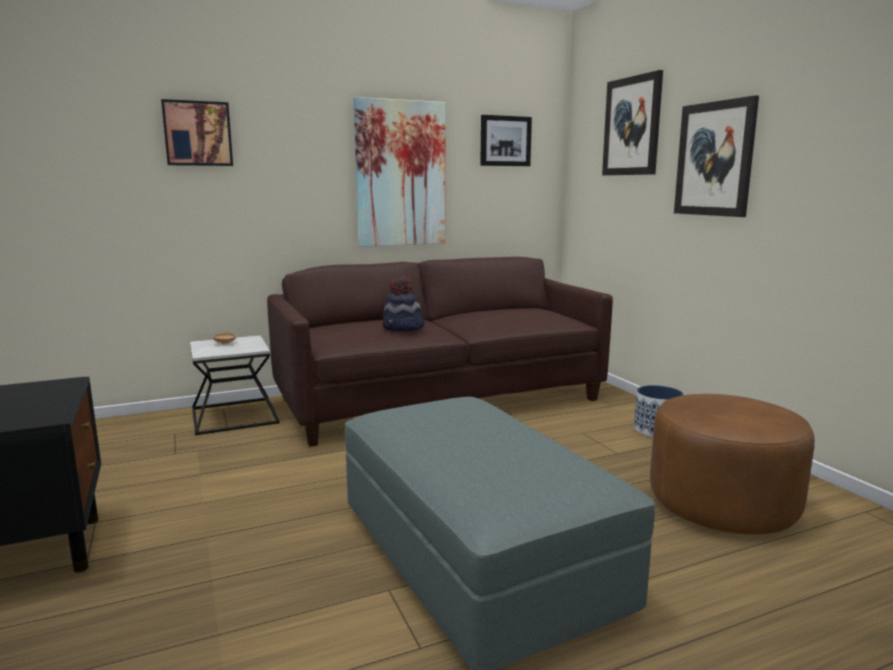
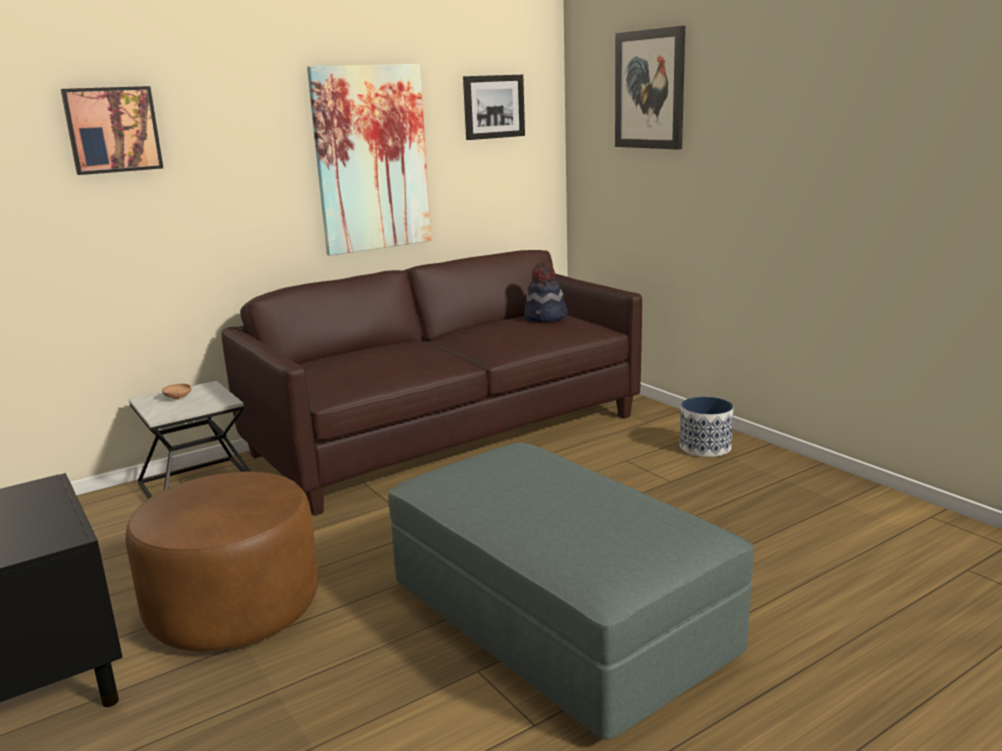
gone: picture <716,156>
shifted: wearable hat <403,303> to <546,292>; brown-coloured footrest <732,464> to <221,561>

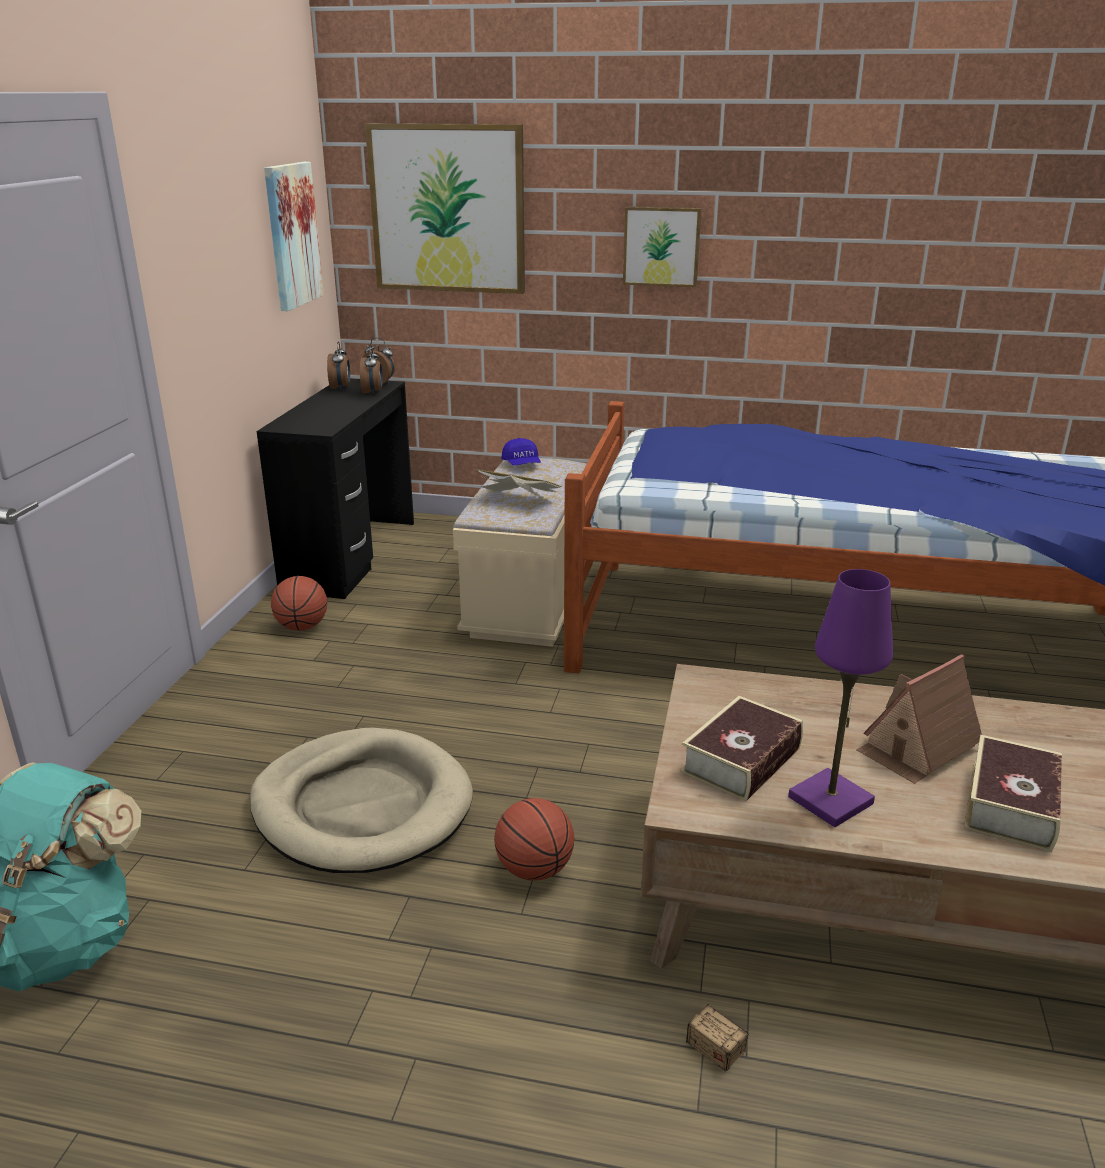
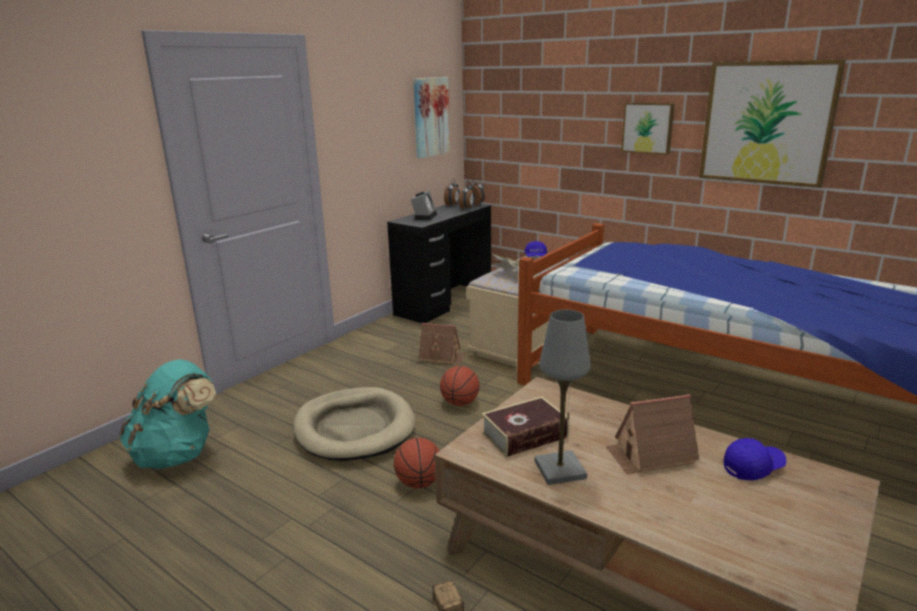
gone: volume <1013,793>
new: table clock <424,205>; model house <442,344>; bluish peaked cap <755,459>
shifted: ball for basketball <299,603> to <460,386>; picture <445,208> to <772,124>
repainted: purple tabletop lamp <840,698> to grey tabletop lamp <563,397>

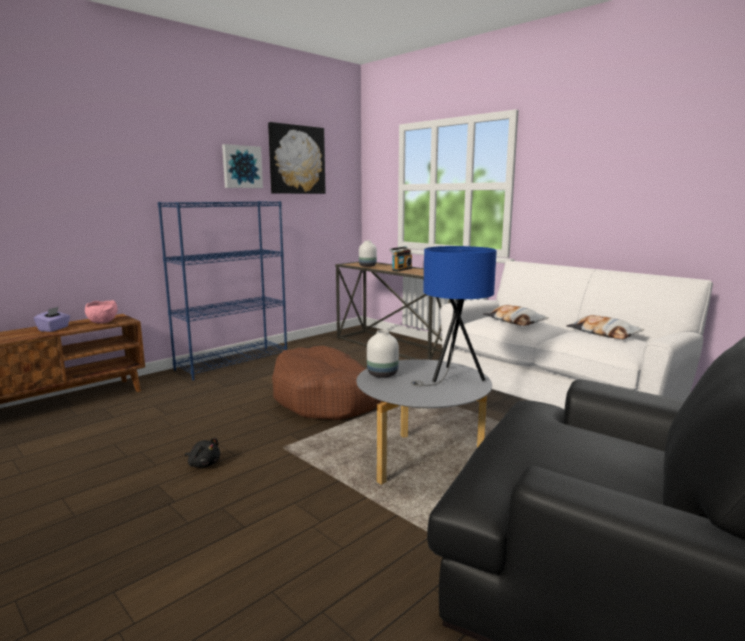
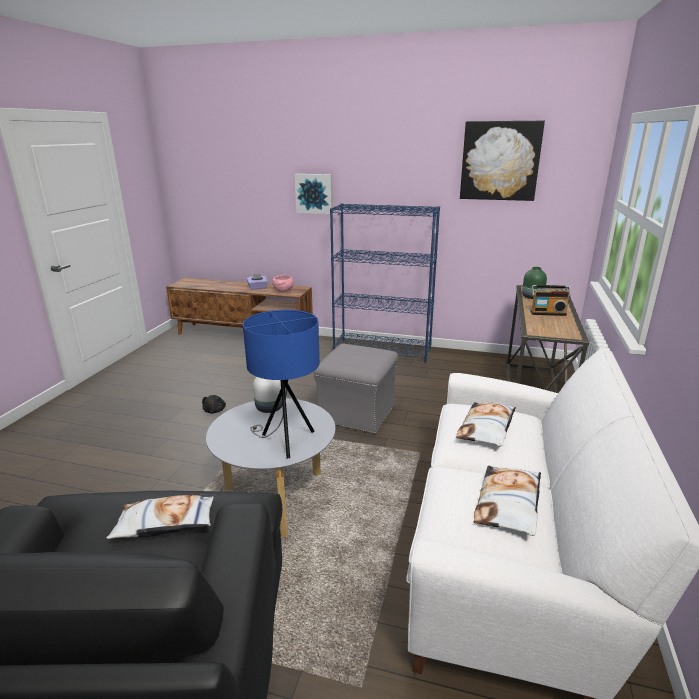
new: cushion <160,516>
shifted: picture <242,166> to <313,194>
swapped: brown-coloured dog bed <327,383> to grey footrest <356,389>
repainted: whitish vase <368,254> to greenish vase <534,283>

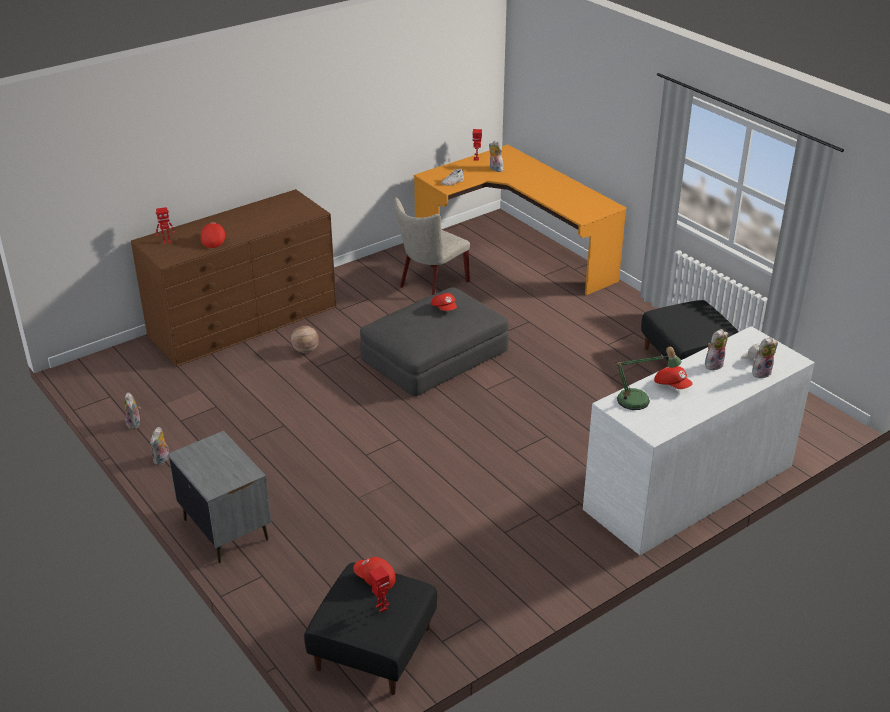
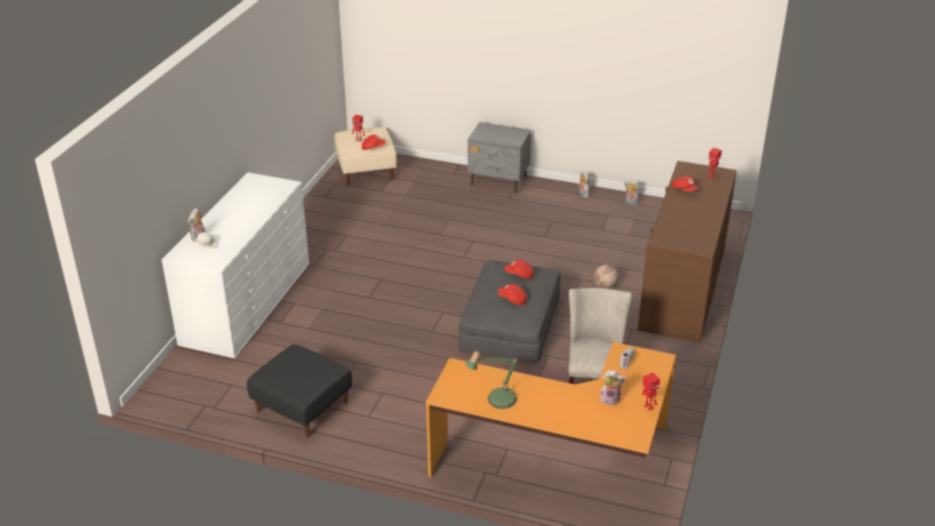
gone: plush toy <716,349>
shifted: tabletop lamp <648,378> to <492,380>; red-coloured peaked cap <673,377> to <519,269>
repainted: black-coloured footrest <370,629> to sand-coloured footrest <365,156>

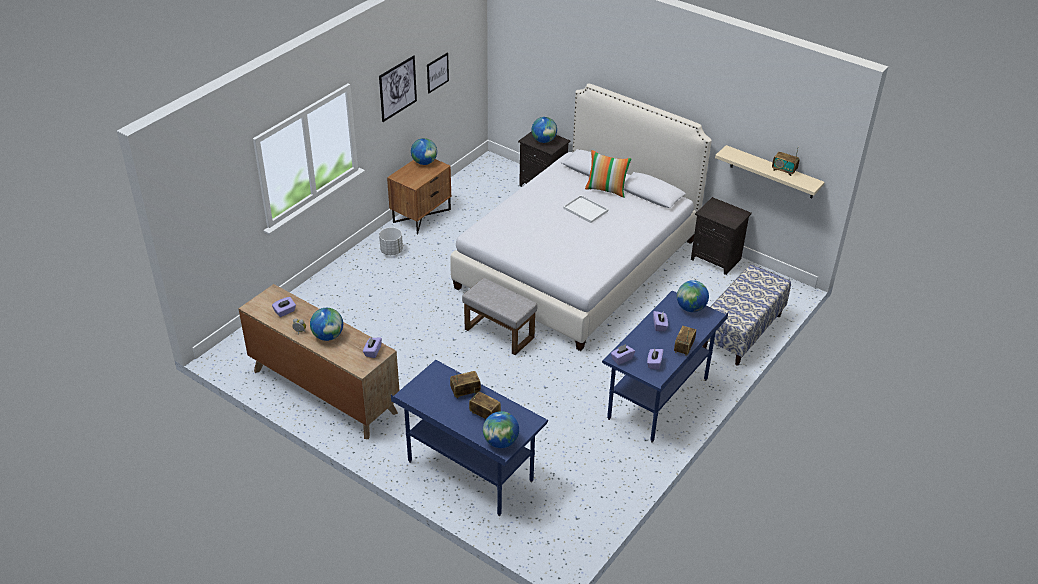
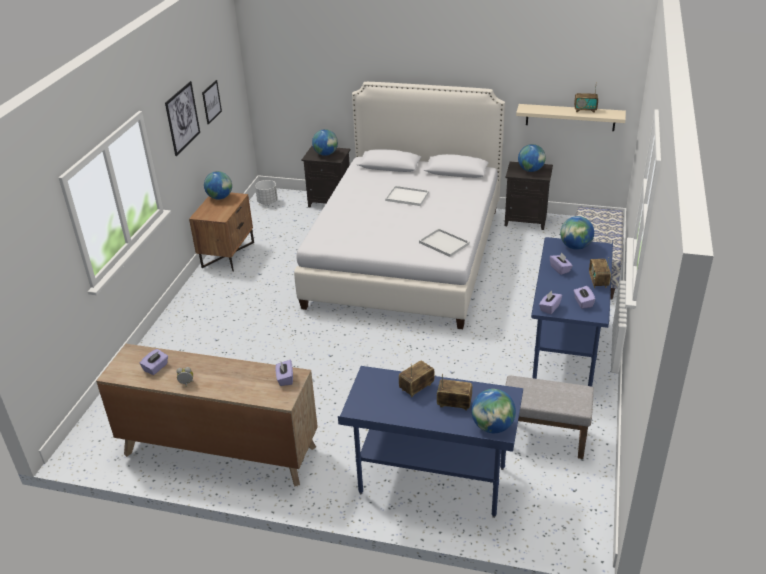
gone: cushion <608,174>
new: whitish serving tray <444,242>
shifted: globe <326,324> to <532,158>; whitish planter <391,241> to <266,192>; grey footrest <499,316> to <549,417>

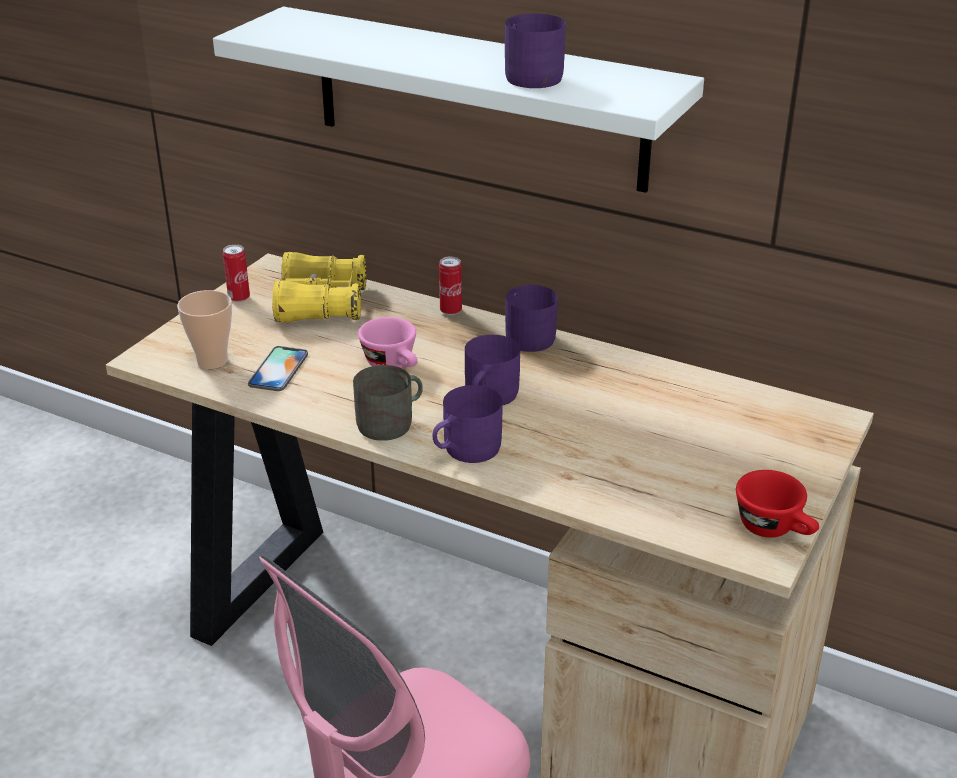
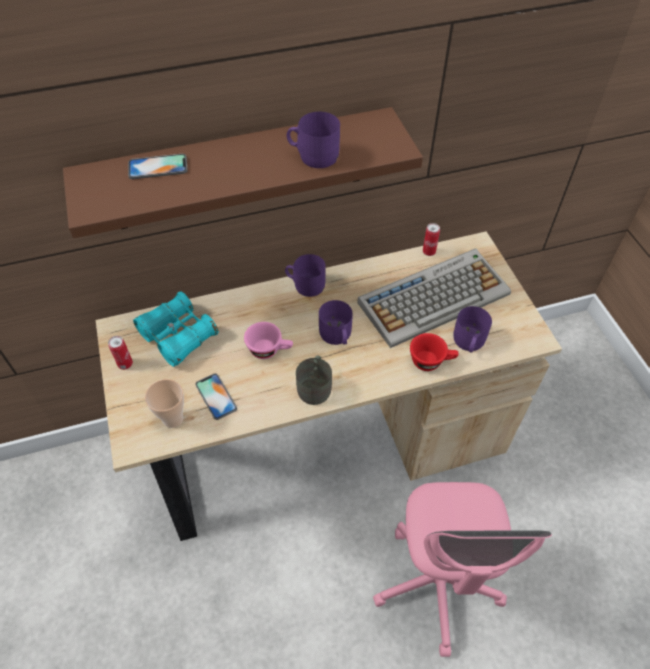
new: telephone <158,166>; keyboard <434,298>
shifted: purple mug <467,424> to <472,329>; sealed can <450,285> to <431,239>; red-coloured cup <777,504> to <434,352>
repainted: whitish bracket shelf <458,99> to brown-coloured bracket shelf <243,172>; yellow binoculars <319,287> to turquoise-coloured binoculars <176,329>

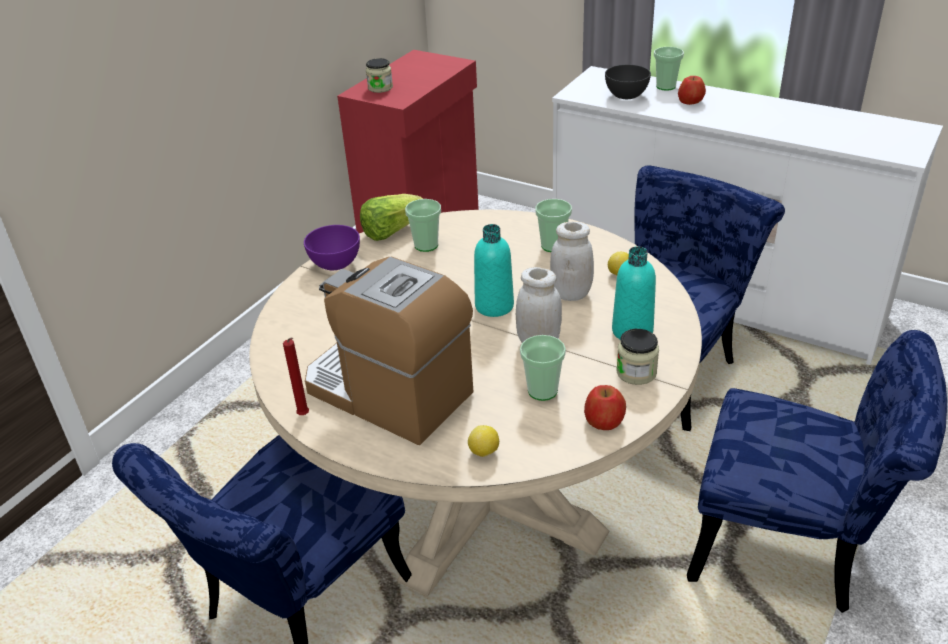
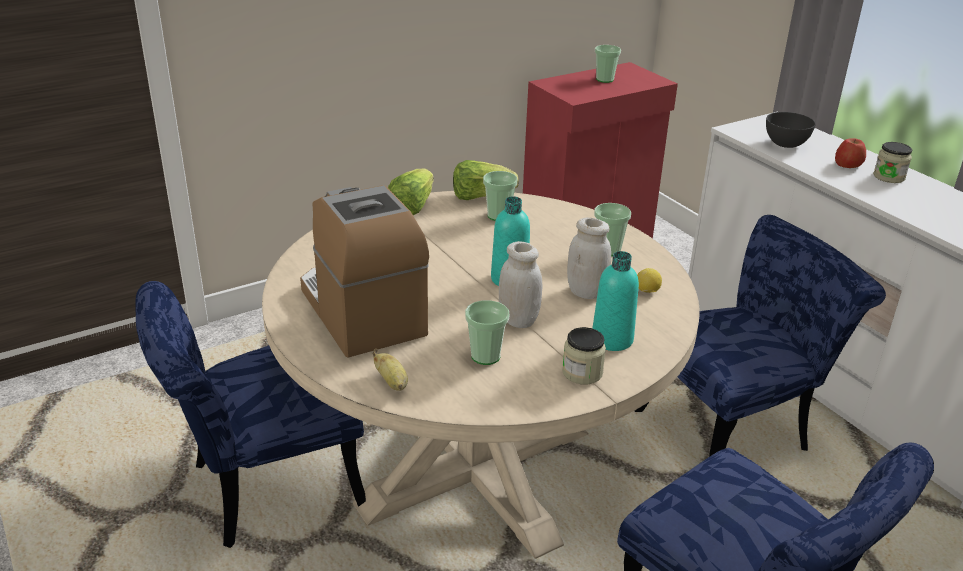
gone: red-coloured candle <296,376>; whole apple <605,407>
shifted: jar <379,75> to <892,162>; cup <669,69> to <608,64>
swapped: purple bowl <332,247> to head of lettuce <411,192>; whole lemon <483,441> to banana fruit <390,370>

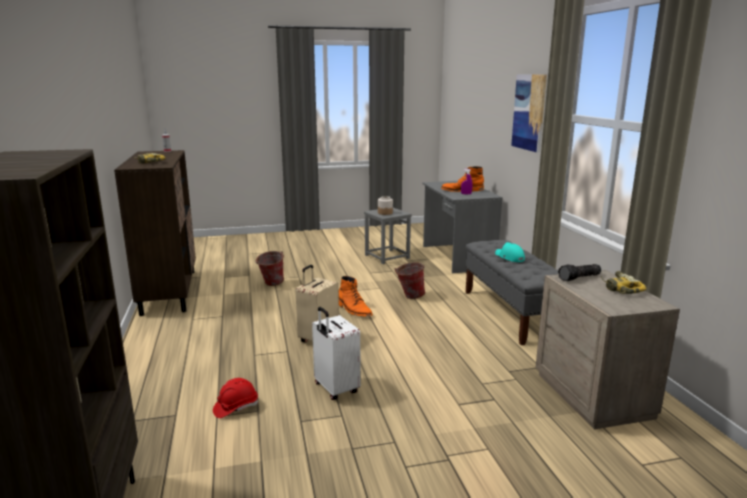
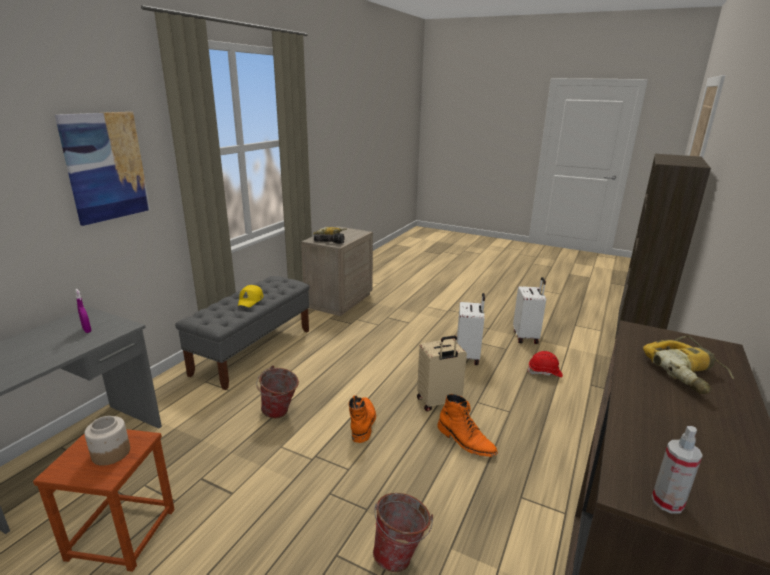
new: whitish piece of luggage <529,310>
shifted: orange-coloured boot <462,179> to <467,425>
repainted: grey sitting stool <388,236> to brown-coloured sitting stool <104,500>; turquoise-coloured peaked cap <510,252> to yellow peaked cap <251,296>

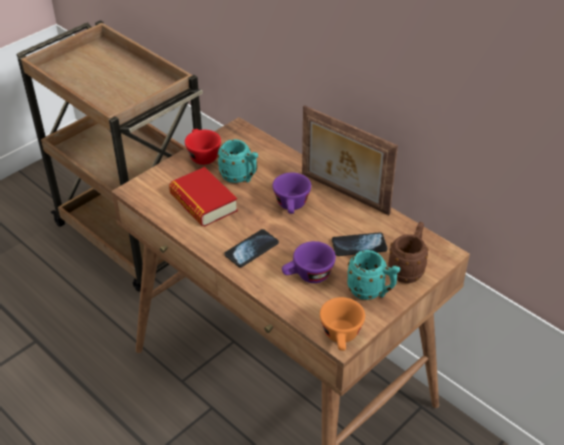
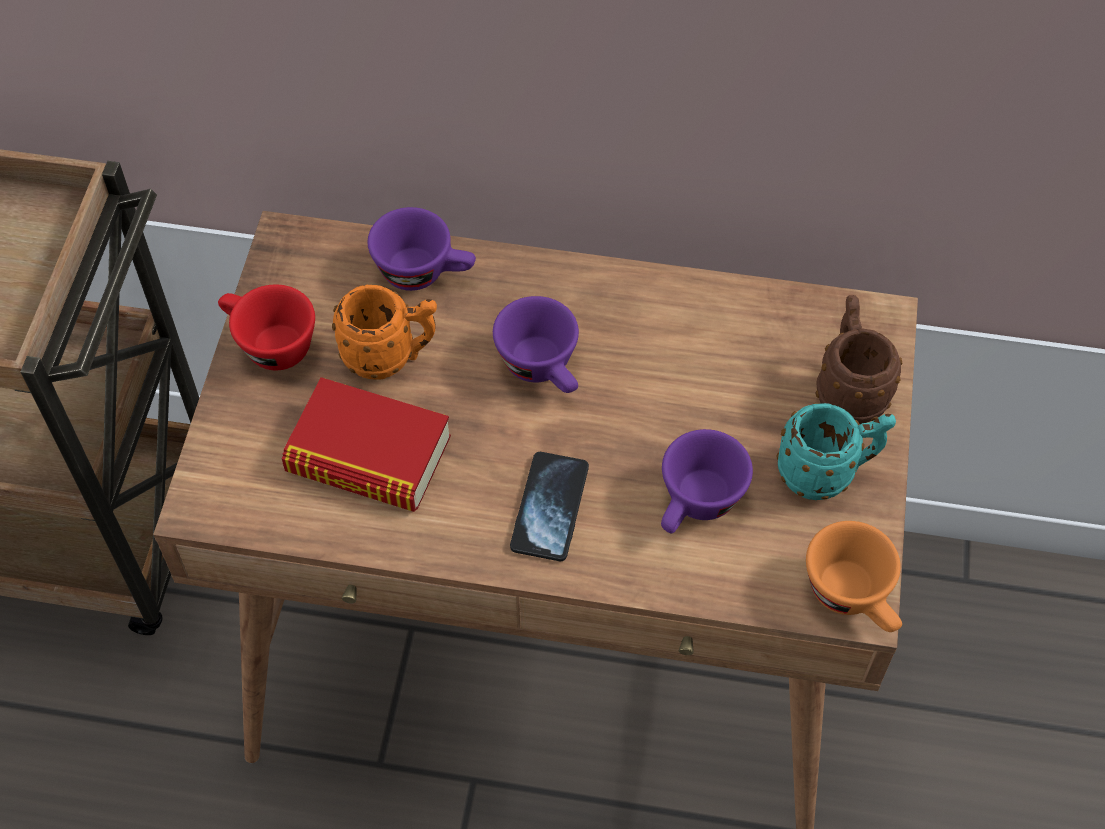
gone: standing frame <350,160>; telephone <360,244>
new: purple cup <422,249>
repainted: turquoise-coloured mug <237,161> to orange-coloured mug <384,332>

